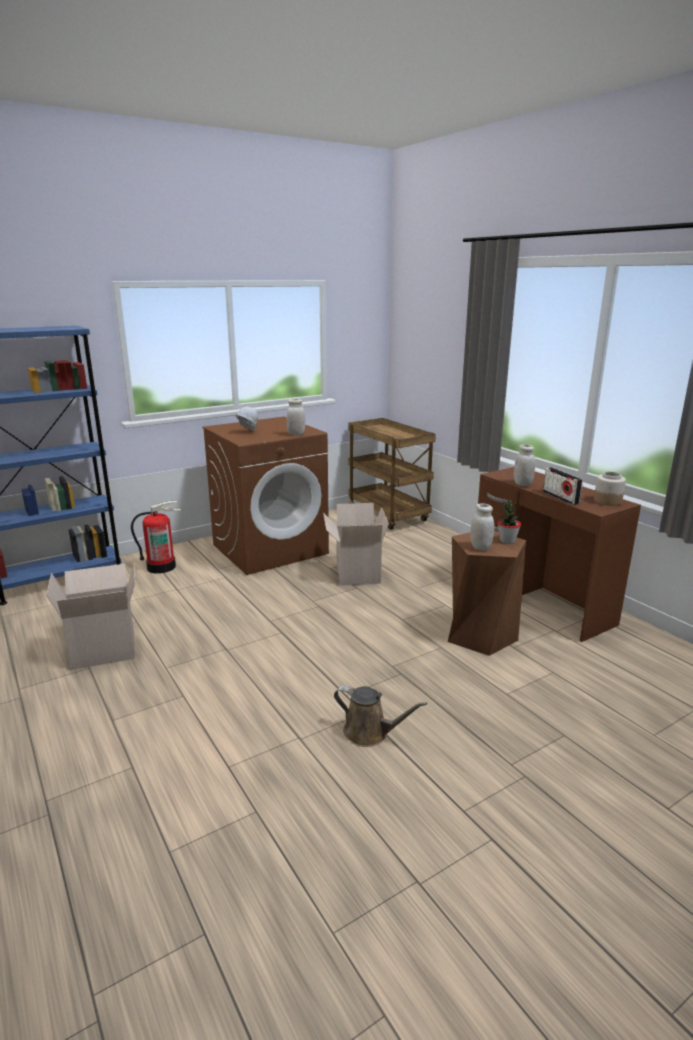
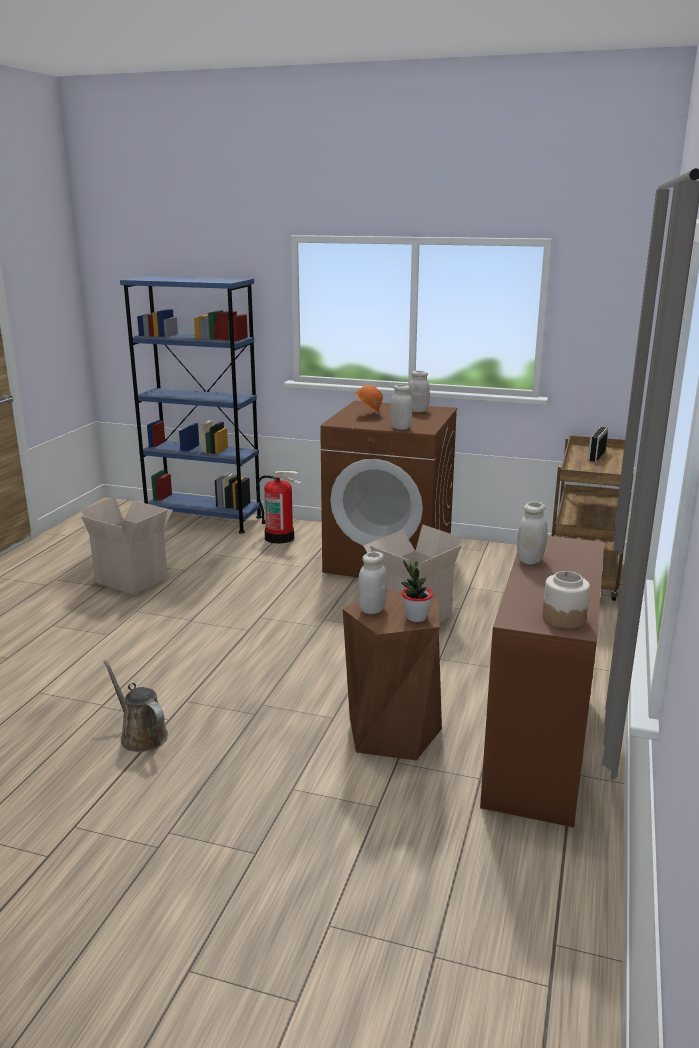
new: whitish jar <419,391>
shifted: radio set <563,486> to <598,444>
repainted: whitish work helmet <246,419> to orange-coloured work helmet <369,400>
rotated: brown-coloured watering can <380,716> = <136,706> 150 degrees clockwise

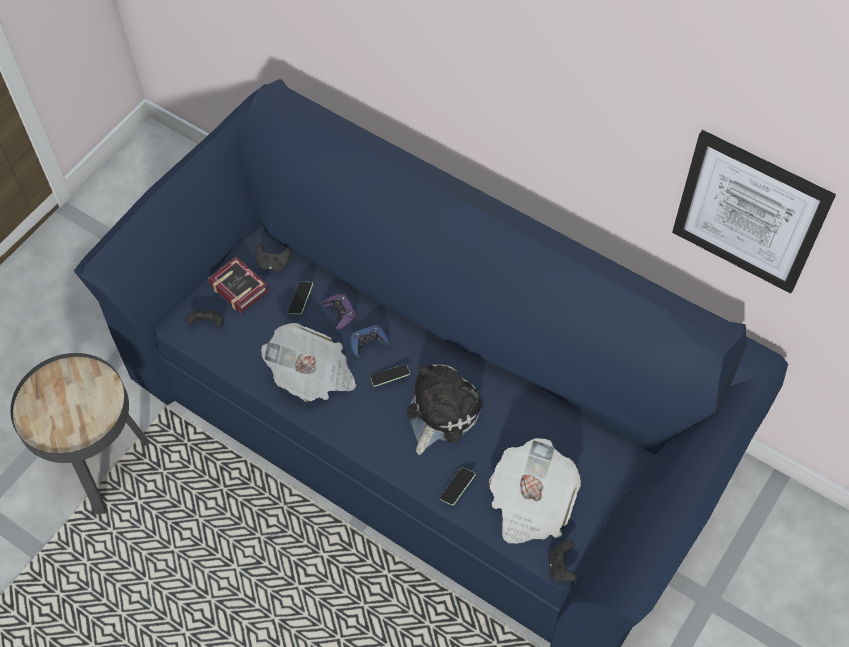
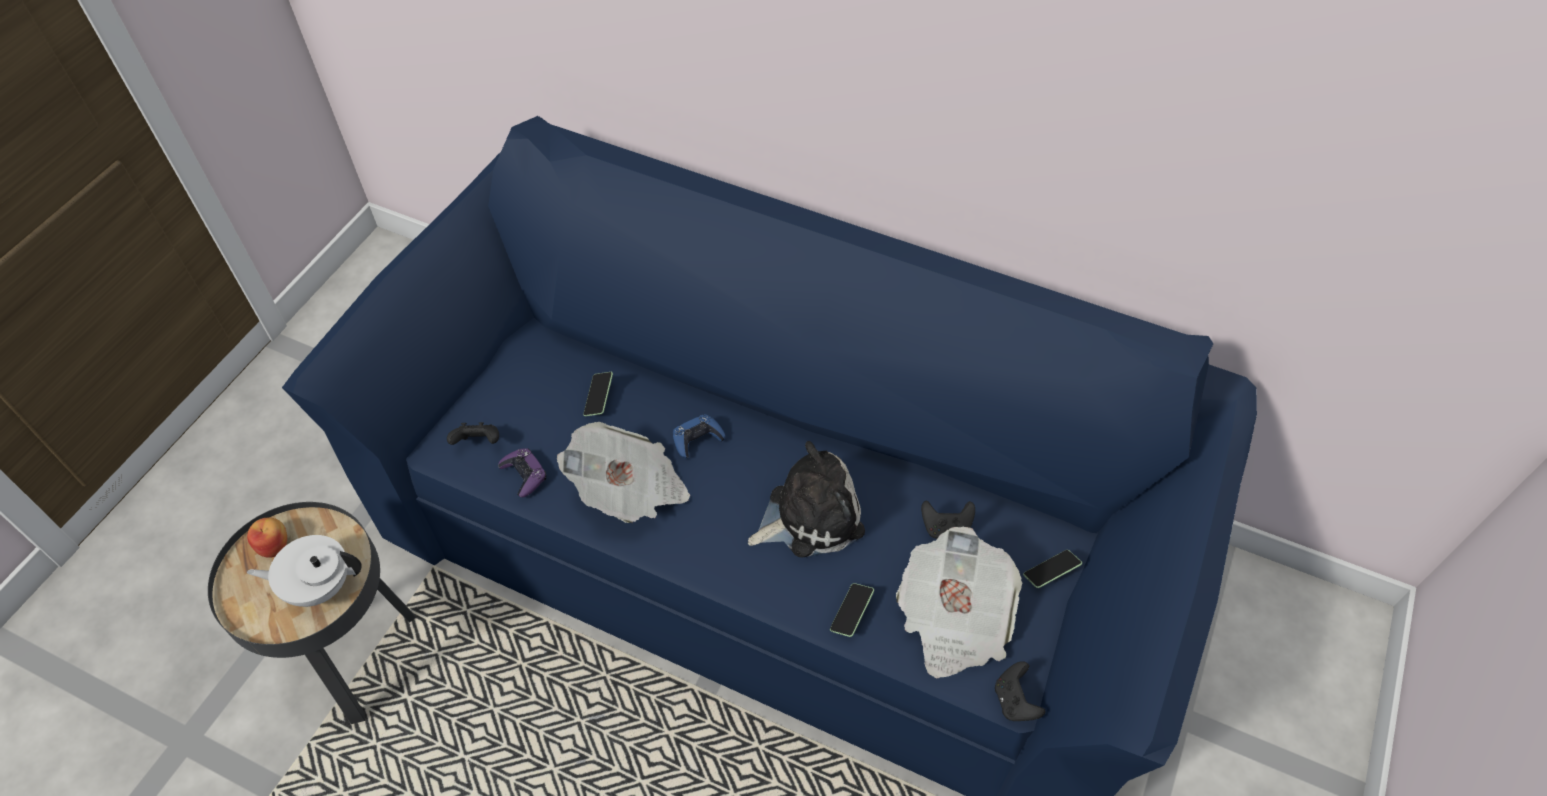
gone: volume <238,284>; picture <754,212>
new: whole apple <267,538>; whitish pot for tea <304,571>
shifted: black-coloured gamepad <273,257> to <948,519>; purple gamepad <339,312> to <522,472>; telephone <390,375> to <1052,569>
rotated: plush toy <445,409> = <806,499> 45 degrees clockwise

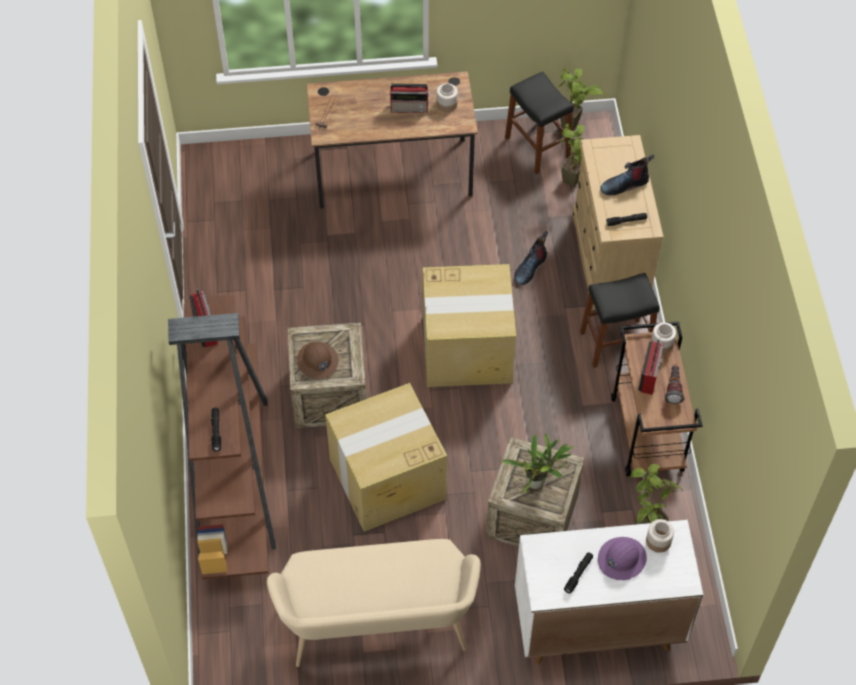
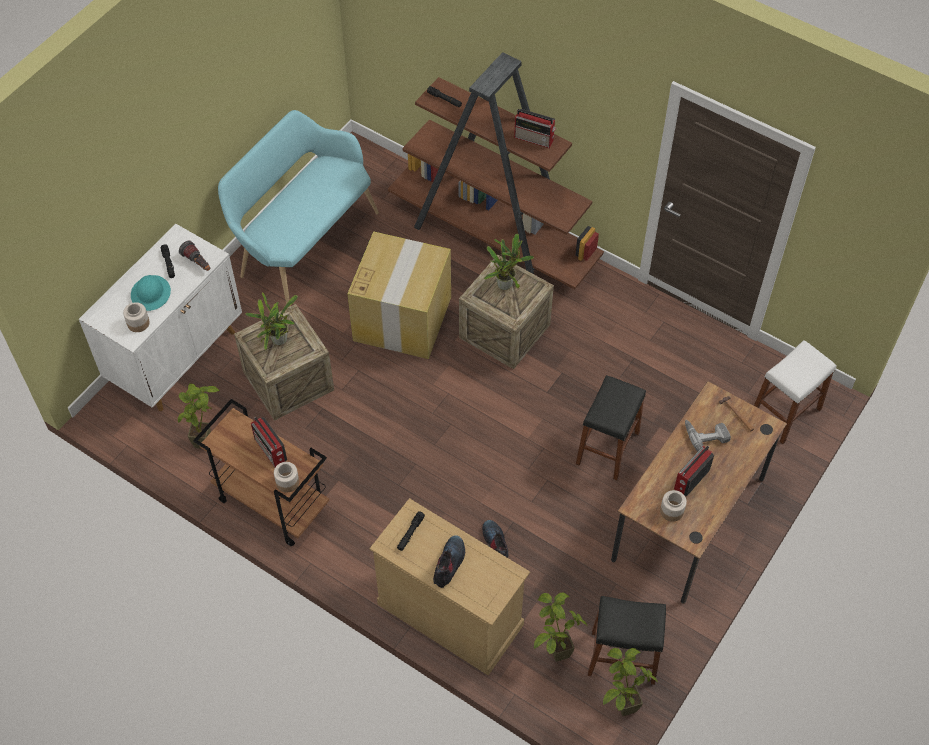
gone: cardboard box <469,325>
new: electric drill <708,436>; whitish sitting stool <795,392>
shifted: black-coloured sitting stool <620,320> to <611,427>; torch <675,384> to <194,256>
swapped: brown-coloured work helmet <318,360> to houseplant <509,261>
repainted: sand-coloured indoor bench <374,603> to turquoise-coloured indoor bench <298,208>; purple work helmet <622,558> to turquoise-coloured work helmet <151,293>

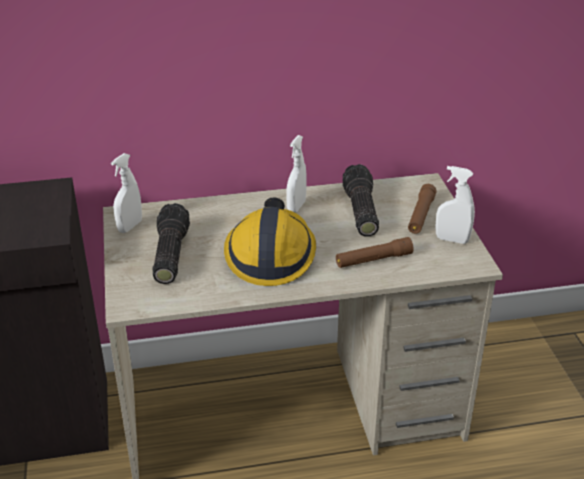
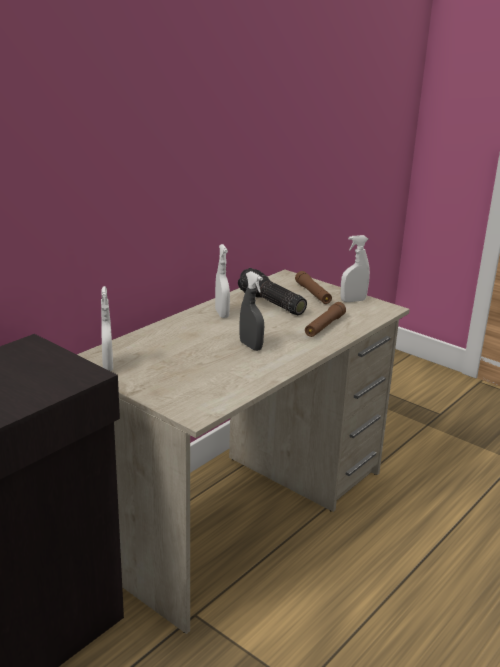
gone: torch <171,243>
swapped: work helmet <270,241> to grey spray bottle <252,311>

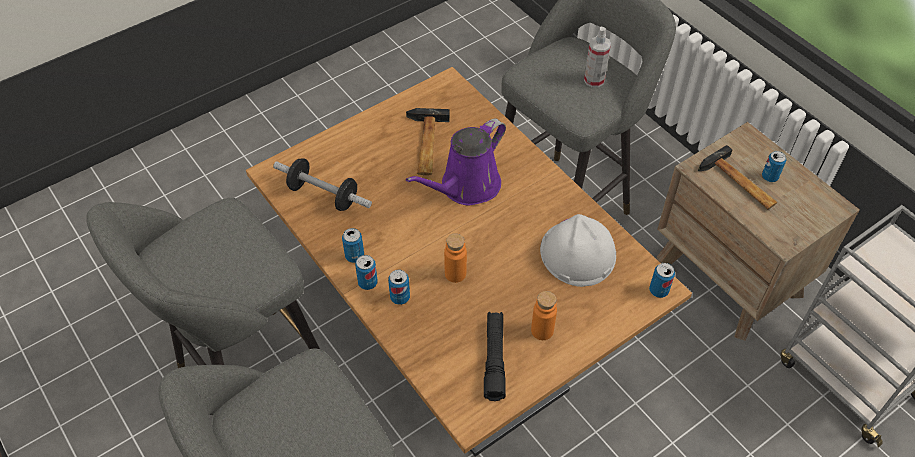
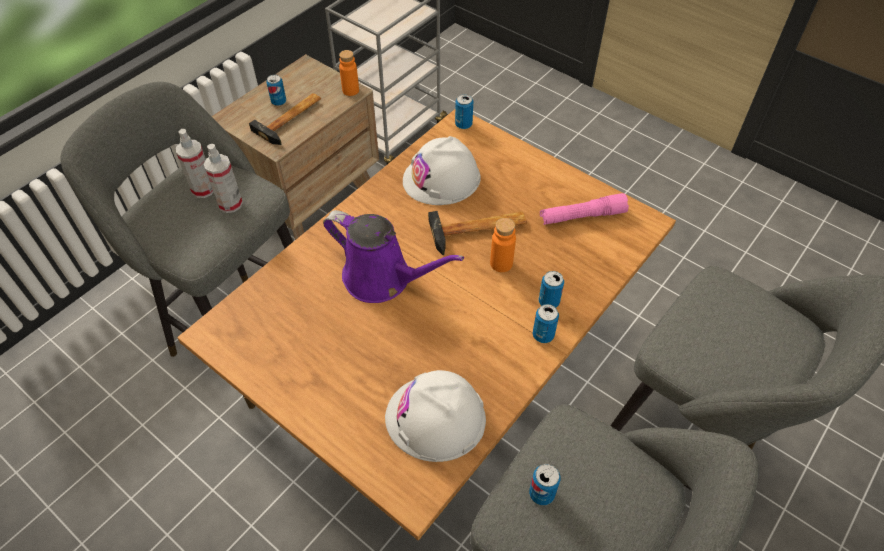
new: spray bottle <223,178>
shifted: sealed can <353,245> to <544,484>; hammer <428,141> to <477,233>; orange-coloured drink bottle <544,315> to <349,73>
swapped: hand weight <322,184> to whitish work helmet <435,416>
repainted: black-coloured torch <495,356> to pink torch <584,209>

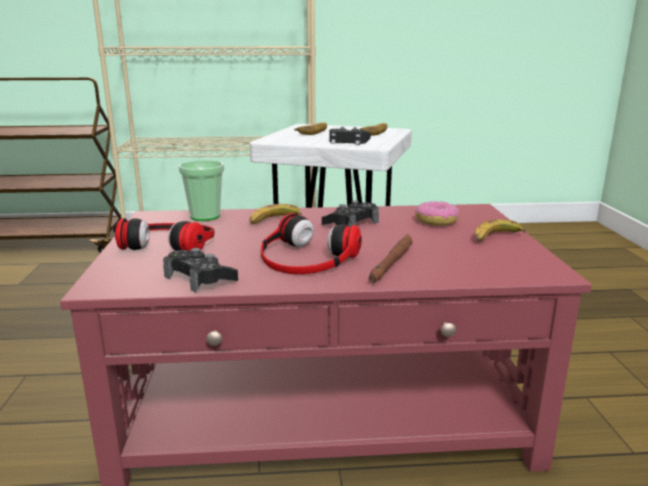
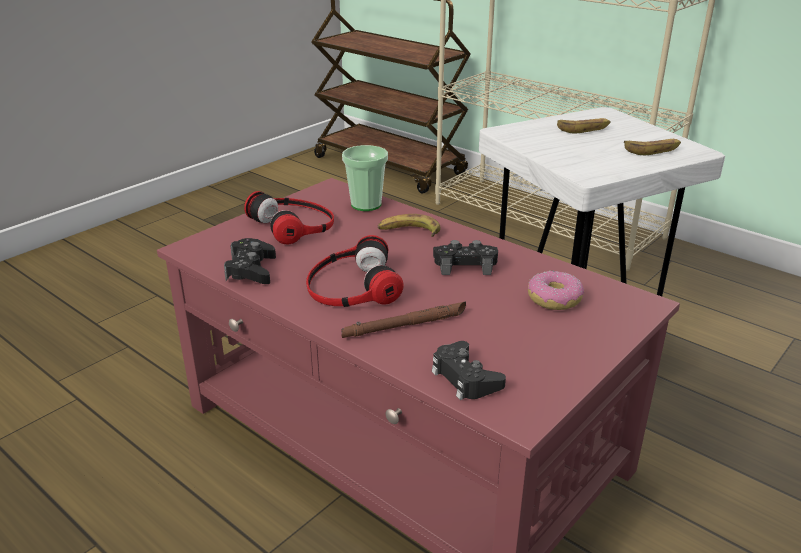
gone: banana fruit <500,230>
shifted: black-coloured gamepad <350,136> to <469,370>

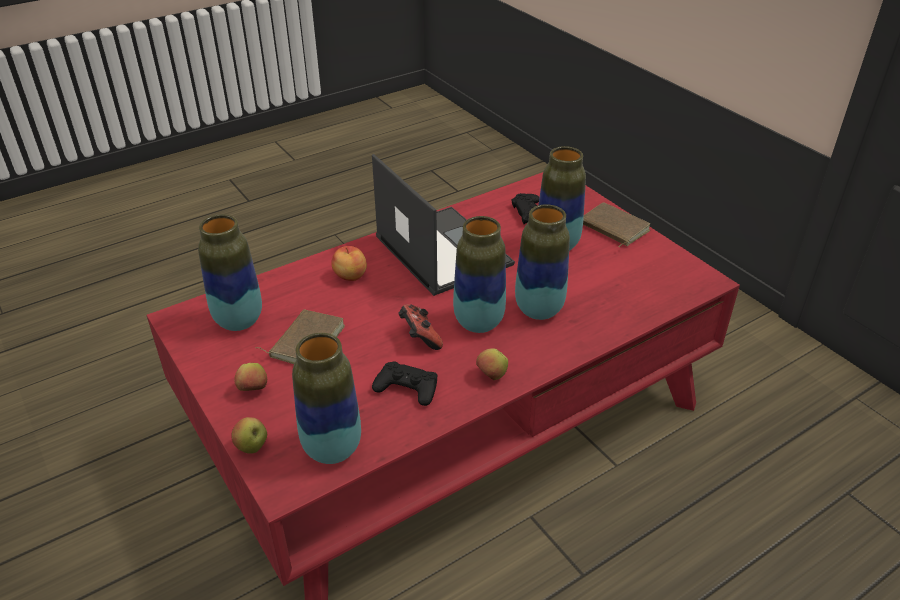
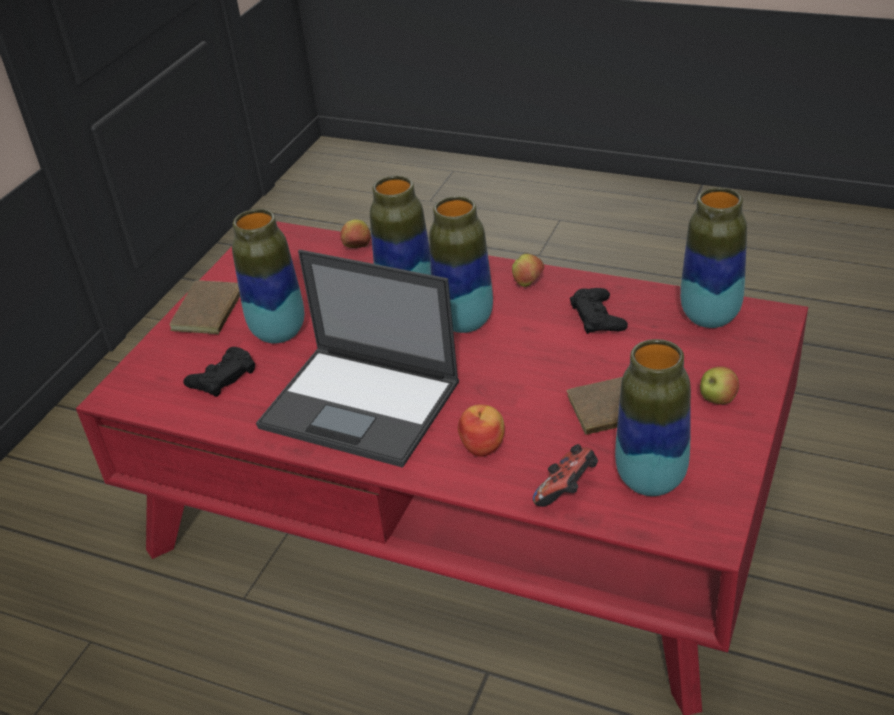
shifted: whole apple <249,435> to <355,233>; gamepad <420,327> to <565,475>
rotated: notebook computer <443,225> = <358,359> 90 degrees counterclockwise

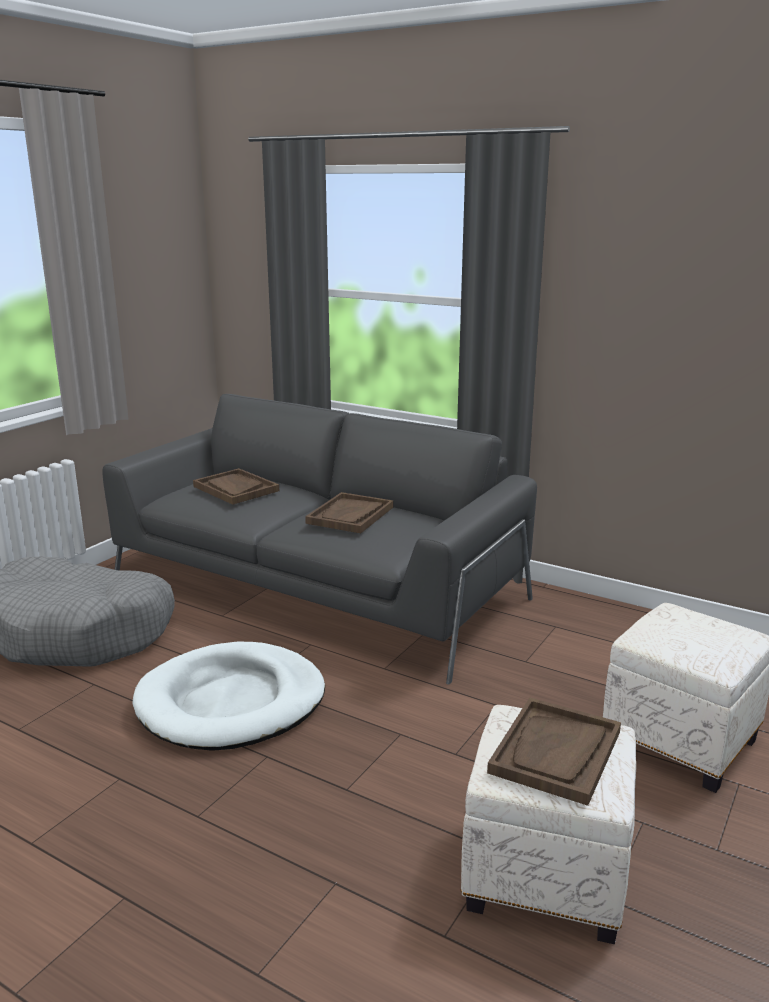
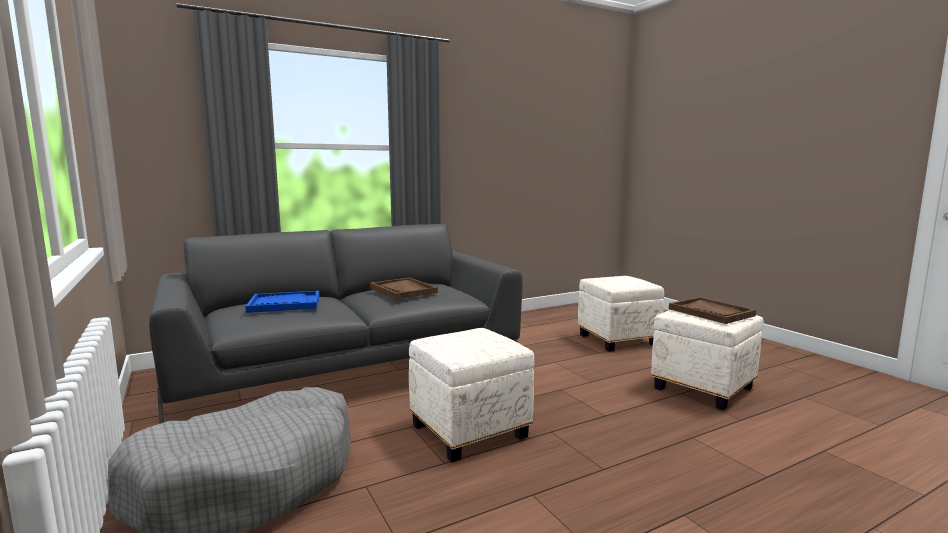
swapped: whitish dog bed <228,696> to whitish footrest <471,395>
repainted: brown-coloured serving tray <236,486> to bluish serving tray <282,302>

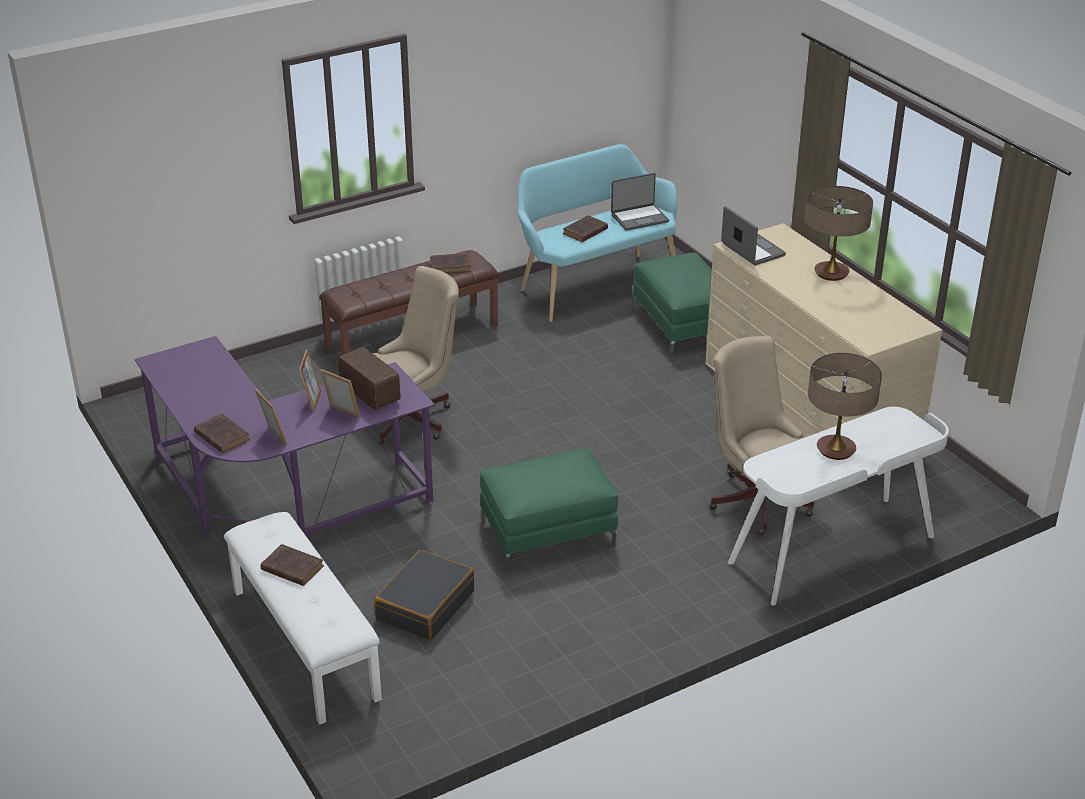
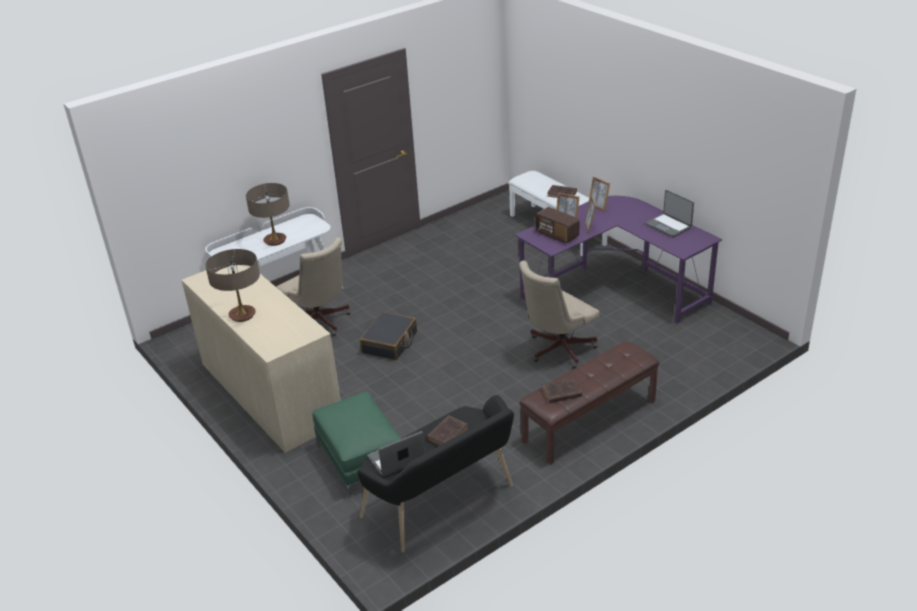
gone: brown-coloured volume <222,433>; greenish footrest <549,510>
shifted: black-coloured piece of luggage <424,595> to <388,336>; notebook computer <753,235> to <669,214>
repainted: turquoise-coloured indoor bench <597,233> to black-coloured indoor bench <436,473>

